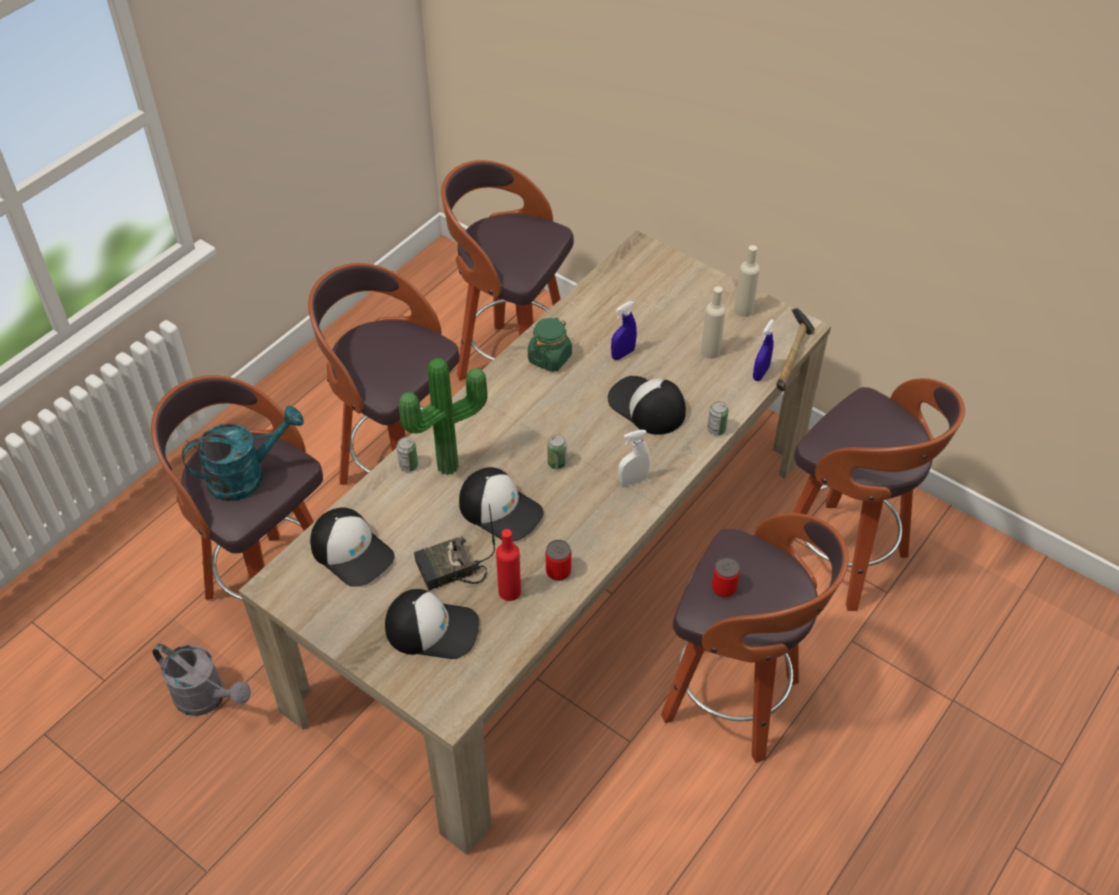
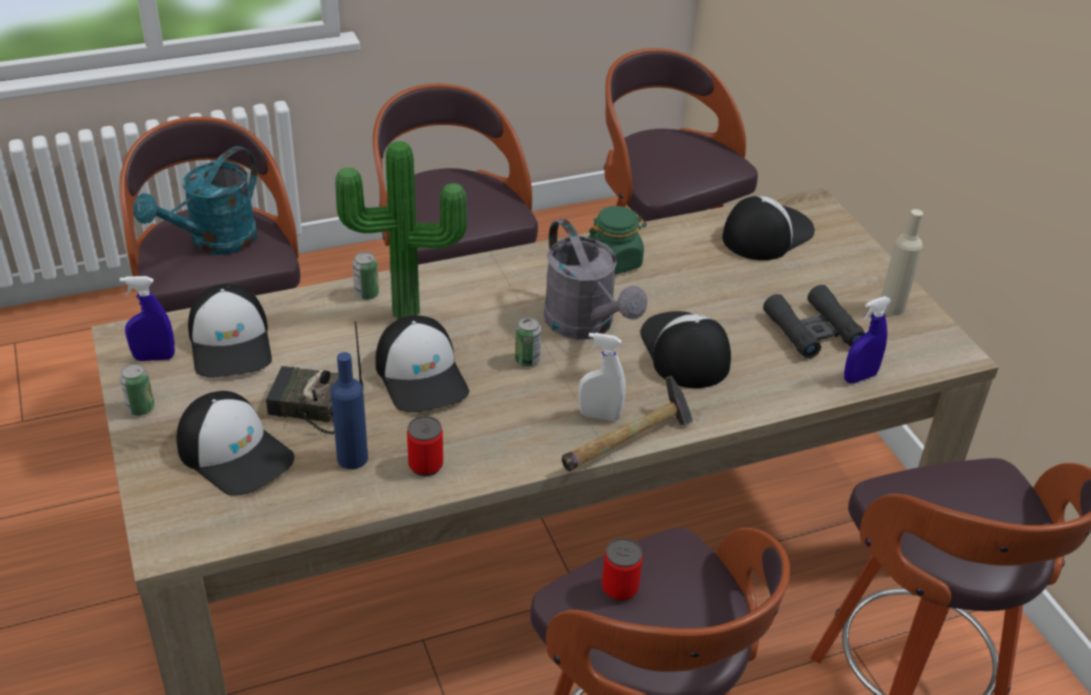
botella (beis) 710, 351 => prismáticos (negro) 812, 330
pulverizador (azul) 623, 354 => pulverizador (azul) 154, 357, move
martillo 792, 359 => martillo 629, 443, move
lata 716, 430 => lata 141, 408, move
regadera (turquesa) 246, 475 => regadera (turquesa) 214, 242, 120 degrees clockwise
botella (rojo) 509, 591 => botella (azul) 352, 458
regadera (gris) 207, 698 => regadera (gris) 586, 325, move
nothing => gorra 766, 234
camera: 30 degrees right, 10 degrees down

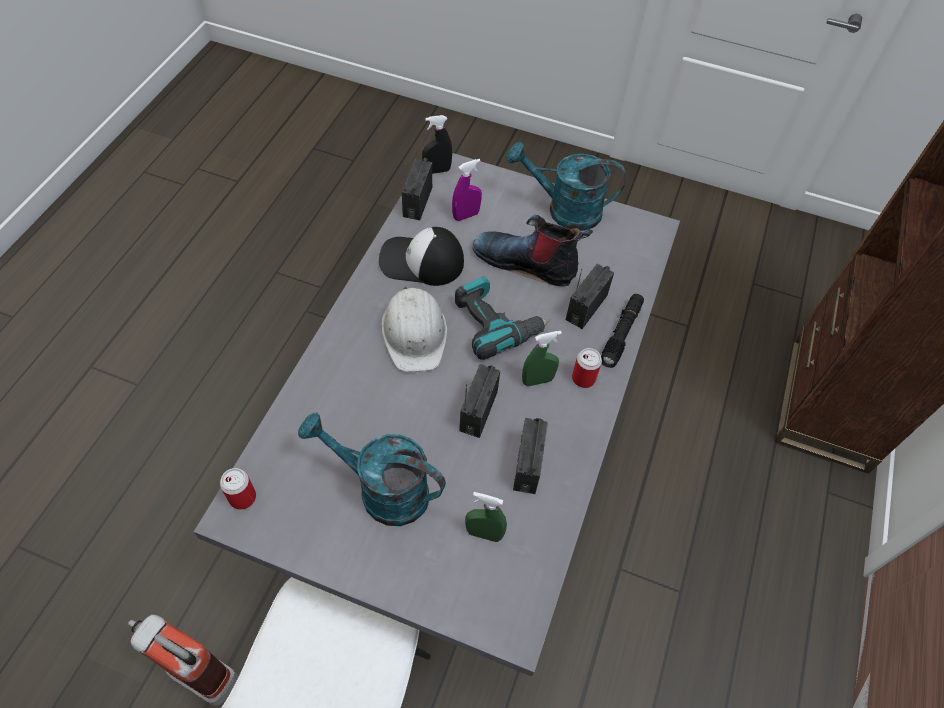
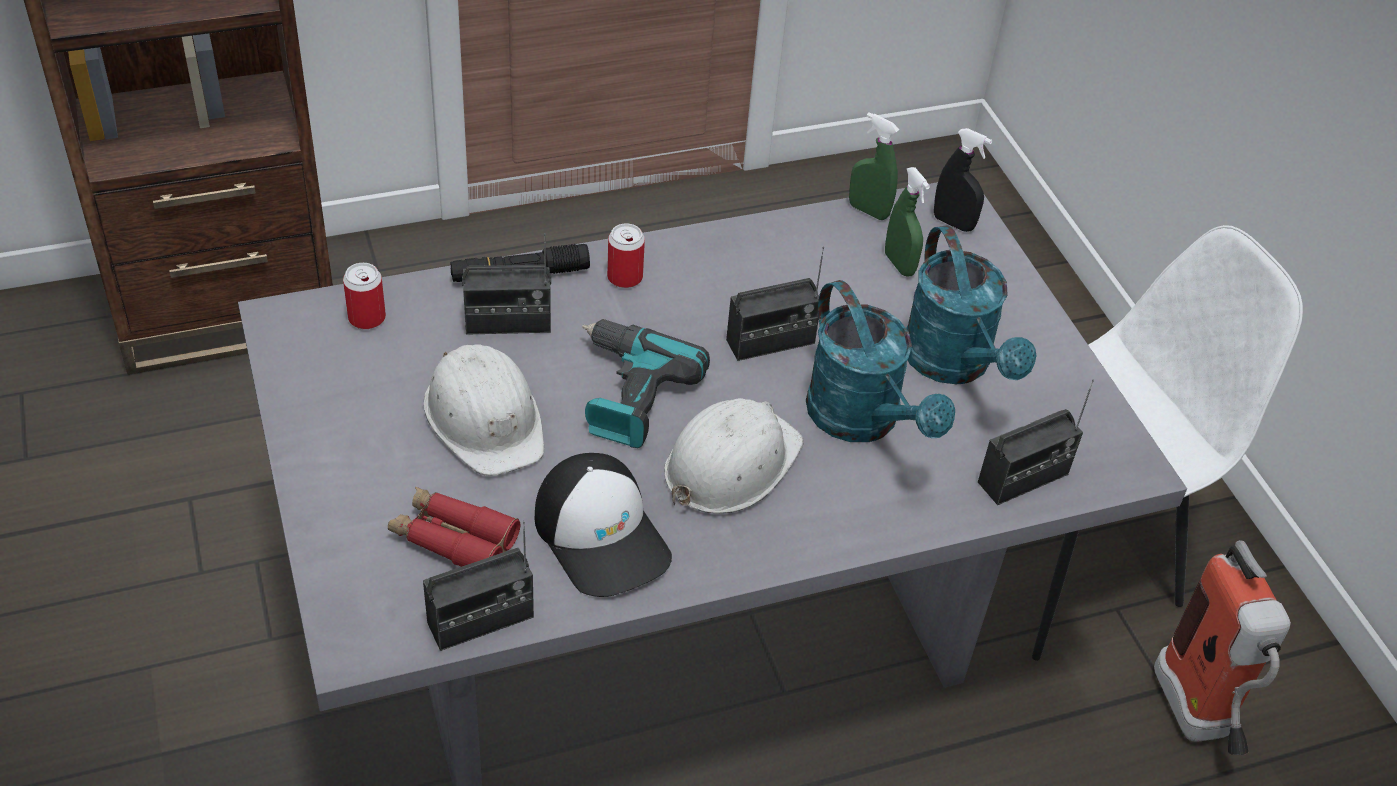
pulverizador (negro) 437, 170 => pulverizador (negro) 953, 223, move
regadera (turquesa) 564, 210 => regadera (turquesa) 863, 421, move
pulverizador (morado) 466, 215 => prismáticos (rojo) 453, 539
bota 526, 263 => casco (blanco) 485, 418
pulverizador (verde) 537, 380 => pulverizador (verde) 868, 211, move
radio 527, 465 => radio 1023, 478, move
lata 242, 497 => lata 367, 318, move
camera: 130 degrees left, 10 degrees down

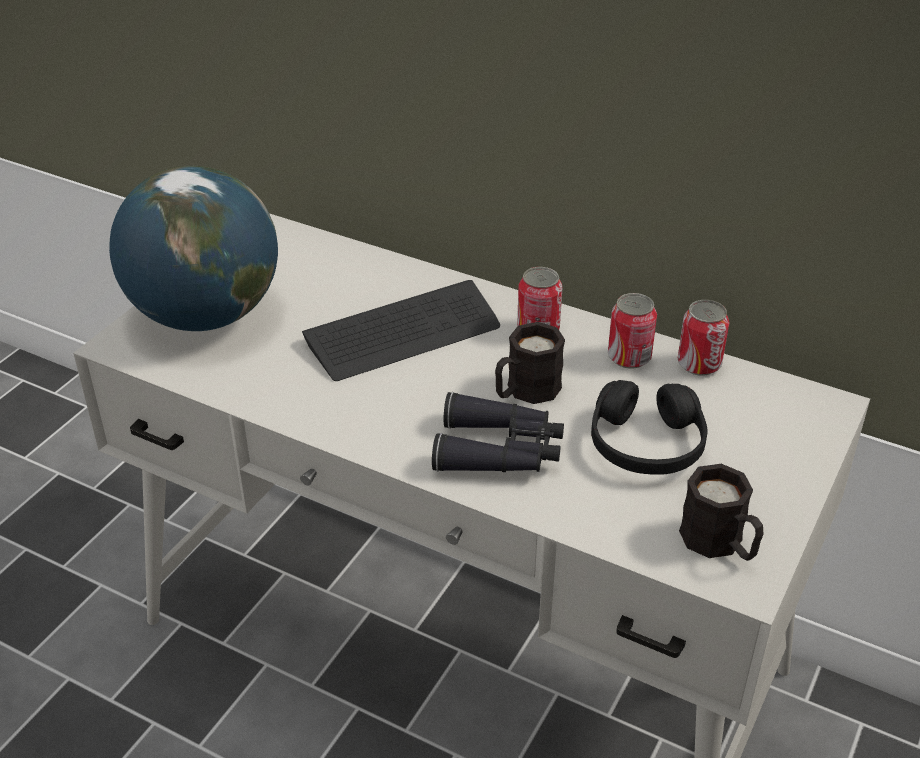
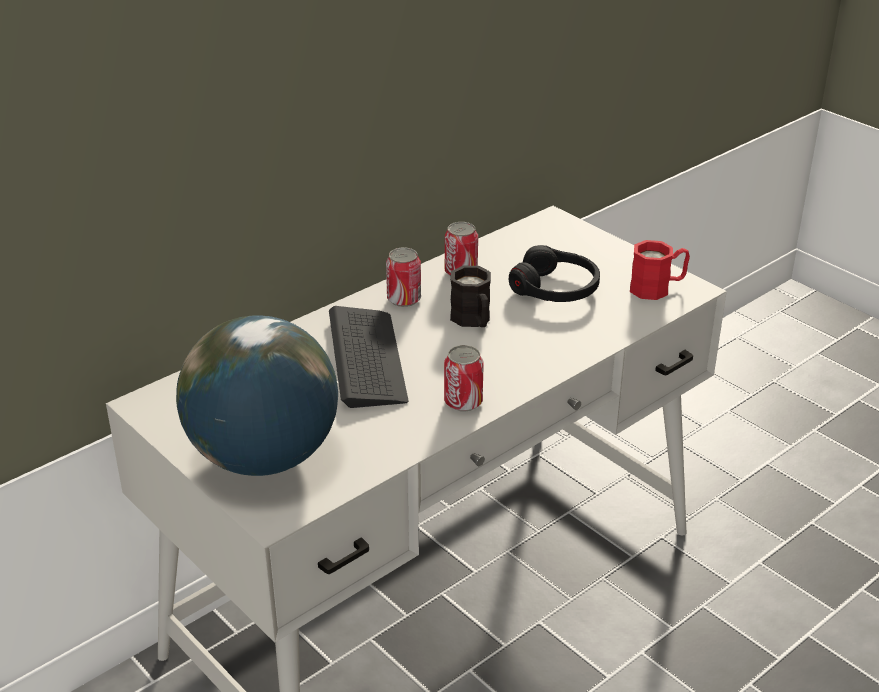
lata 699, 364 => lata 463, 402, move
prismáticos (negro) 500, 451 => nothing
taza grande (negro) 720, 544 => taza grande (rojo) 657, 288
camera: 70 degrees left, 5 degrees down

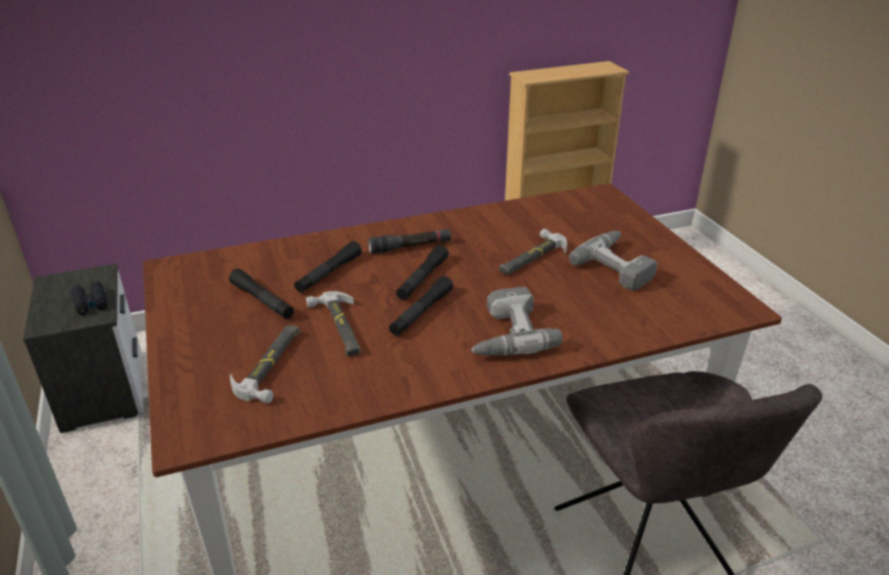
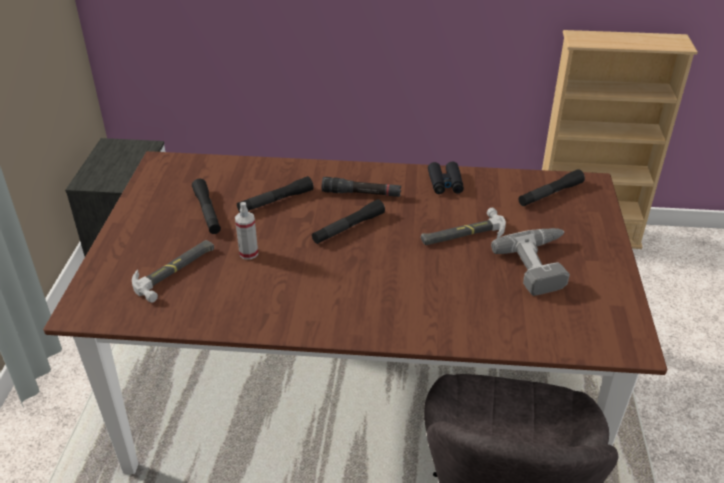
linterna (negro) 421, 312 => linterna (negro) 550, 194, move
prismáticos (negro) 91, 303 => prismáticos (negro) 445, 183, move
taladro 505, 333 => nothing
martillo 339, 327 => pulverizador 248, 253
camera: 25 degrees right, 5 degrees up

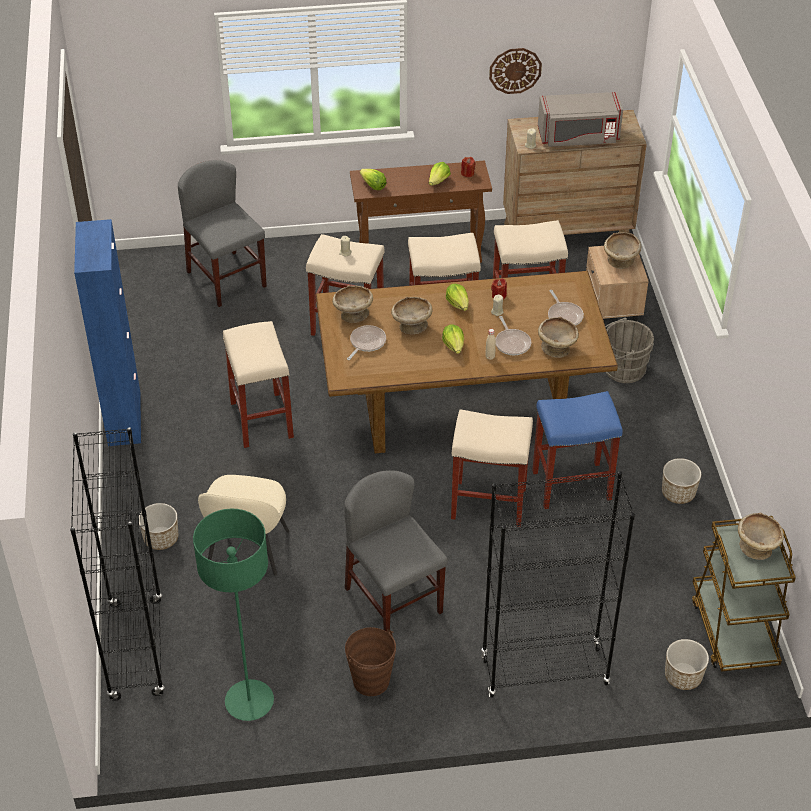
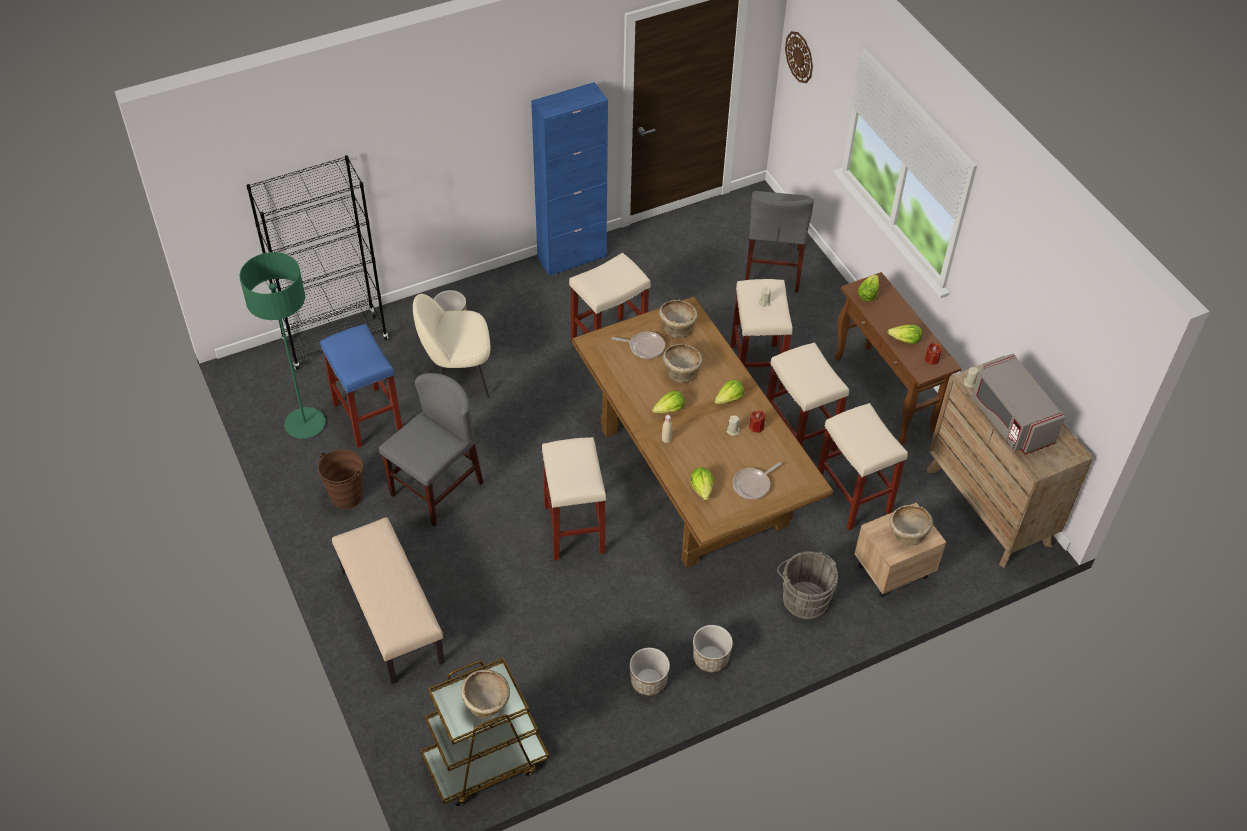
reloj de pared 515, 70 => reloj de pared 799, 57, move
silla (gris) 226, 279 => silla (gris) 772, 267, 150 degrees clockwise
sartén 512, 343 => nothing
cuenco (beis) 556, 348 => lechuga 702, 488
taburete (azul) 570, 486 => taburete (azul) 366, 416, move
estantería (negro) 544, 672 => banco (beis) 390, 616
maceta 683, 676 => maceta 710, 658, move
camera: 70 degrees right, 5 degrees up

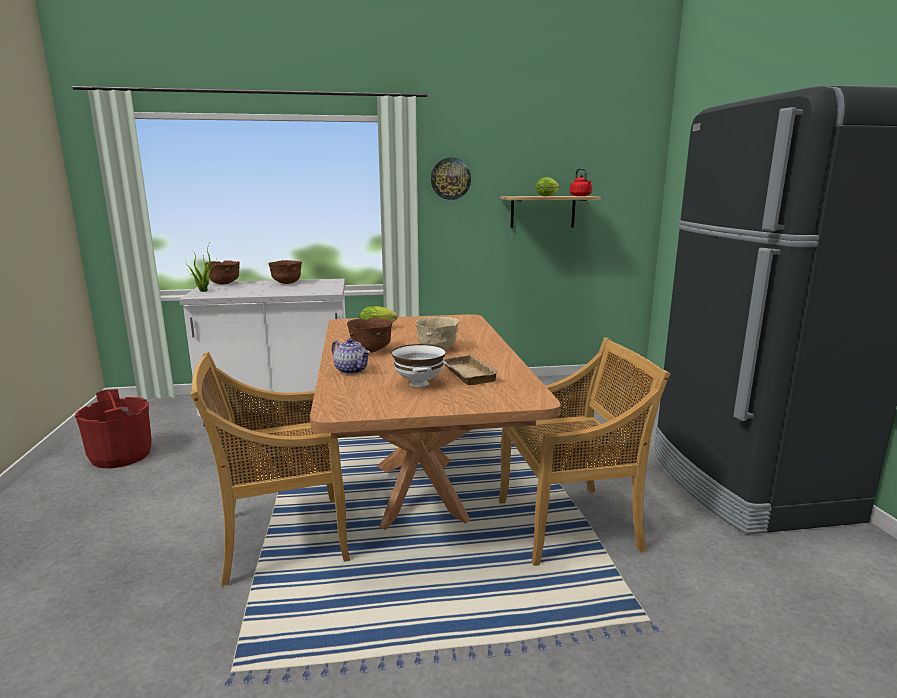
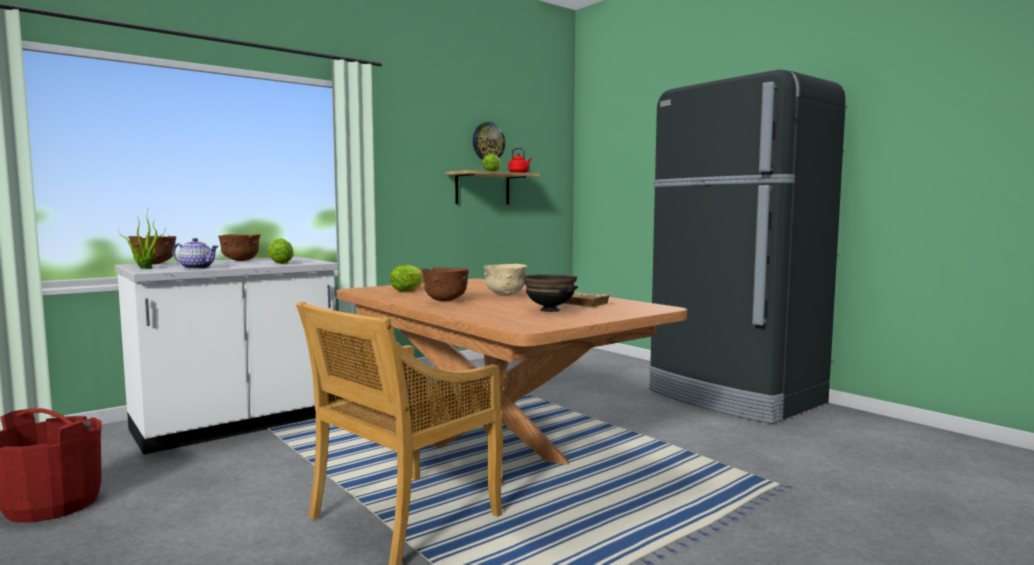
reloj de pared 450, 178 => reloj de pared 488, 141, move
silla (beis) 569, 524 => nothing
tetera 352, 370 => tetera 197, 268, move
cuenco (blanco) 419, 384 => cuenco (negro) 550, 310
nothing => lechuga 282, 263
camera: 30 degrees left, 10 degrees down

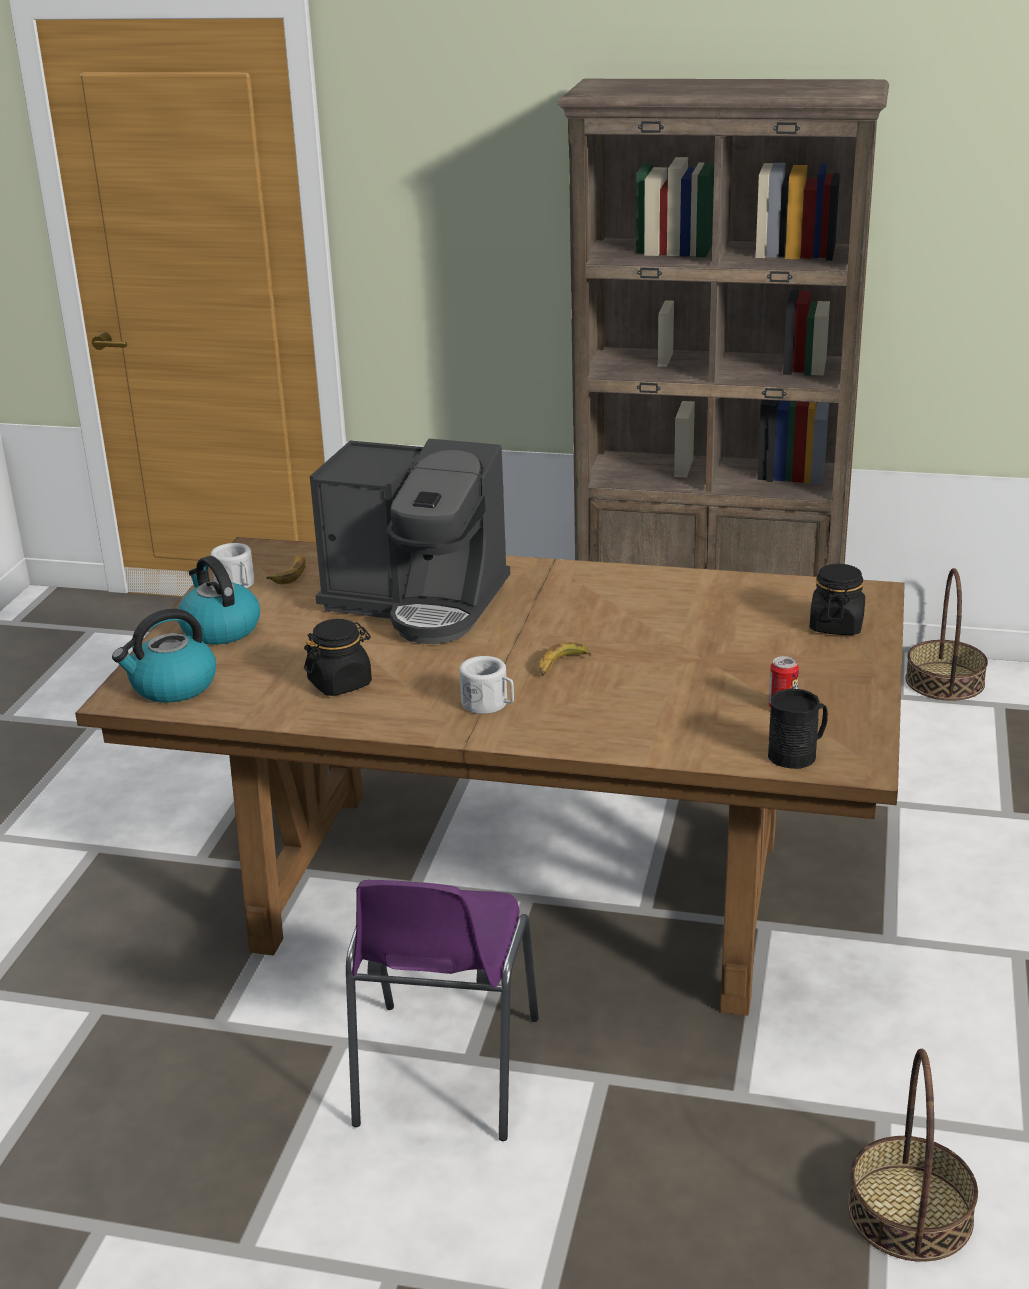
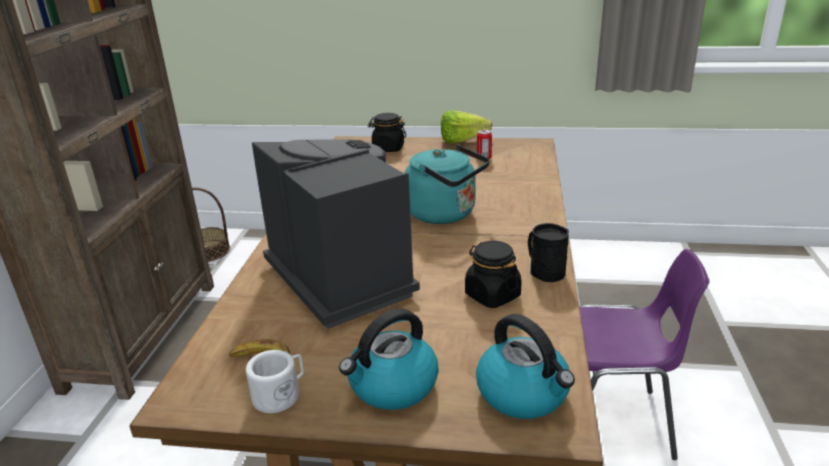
cafetera 418, 603 => cafetera 342, 277, 45 degrees counterclockwise
plátano 561, 665 => hervidor (turquesa) 445, 214
taza grande (blanco) 489, 704 => nothing
taza grande (negro) 798, 754 => taza grande (negro) 544, 270, move
cesta 909, 1212 => nothing
nothing => lechuga 466, 141
camera: 95 degrees left, 0 degrees up

